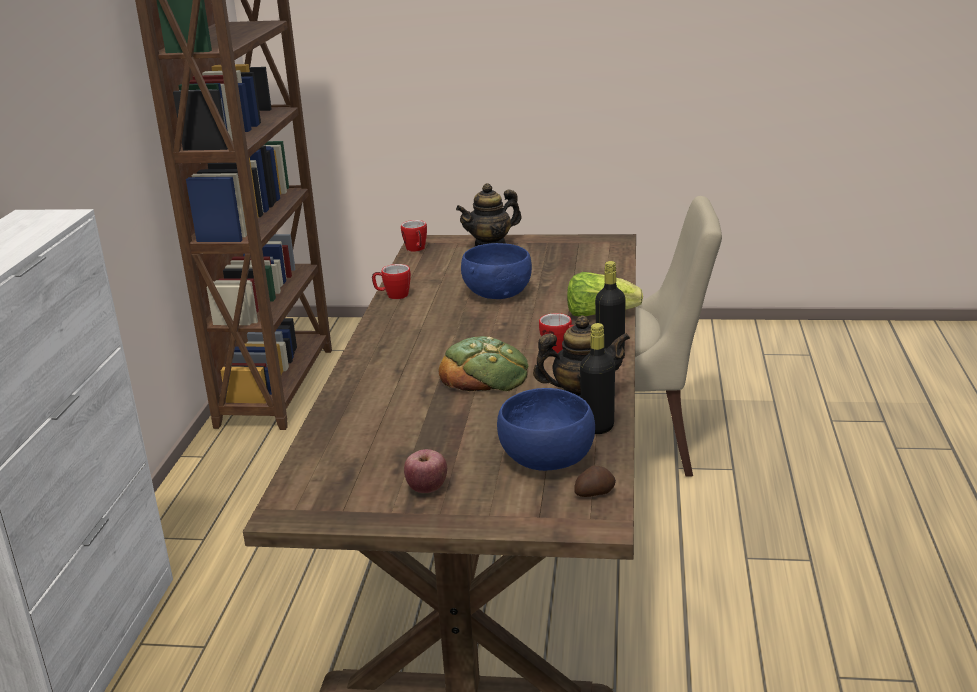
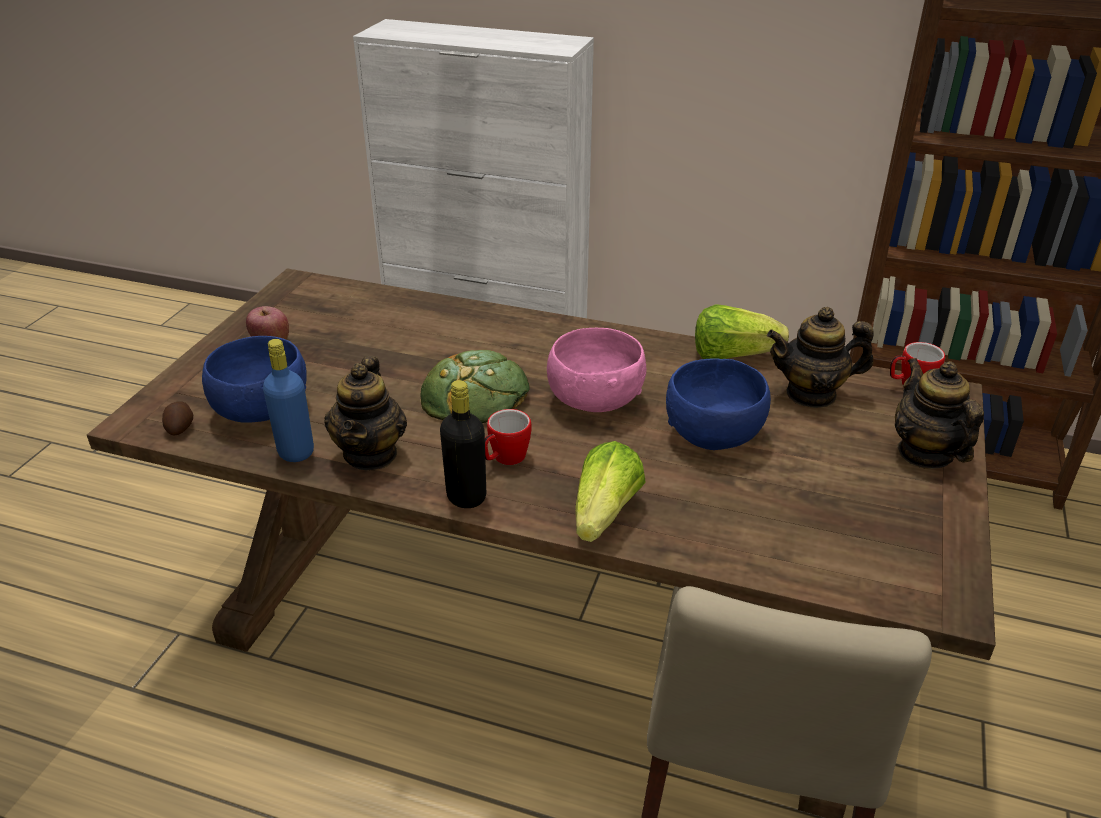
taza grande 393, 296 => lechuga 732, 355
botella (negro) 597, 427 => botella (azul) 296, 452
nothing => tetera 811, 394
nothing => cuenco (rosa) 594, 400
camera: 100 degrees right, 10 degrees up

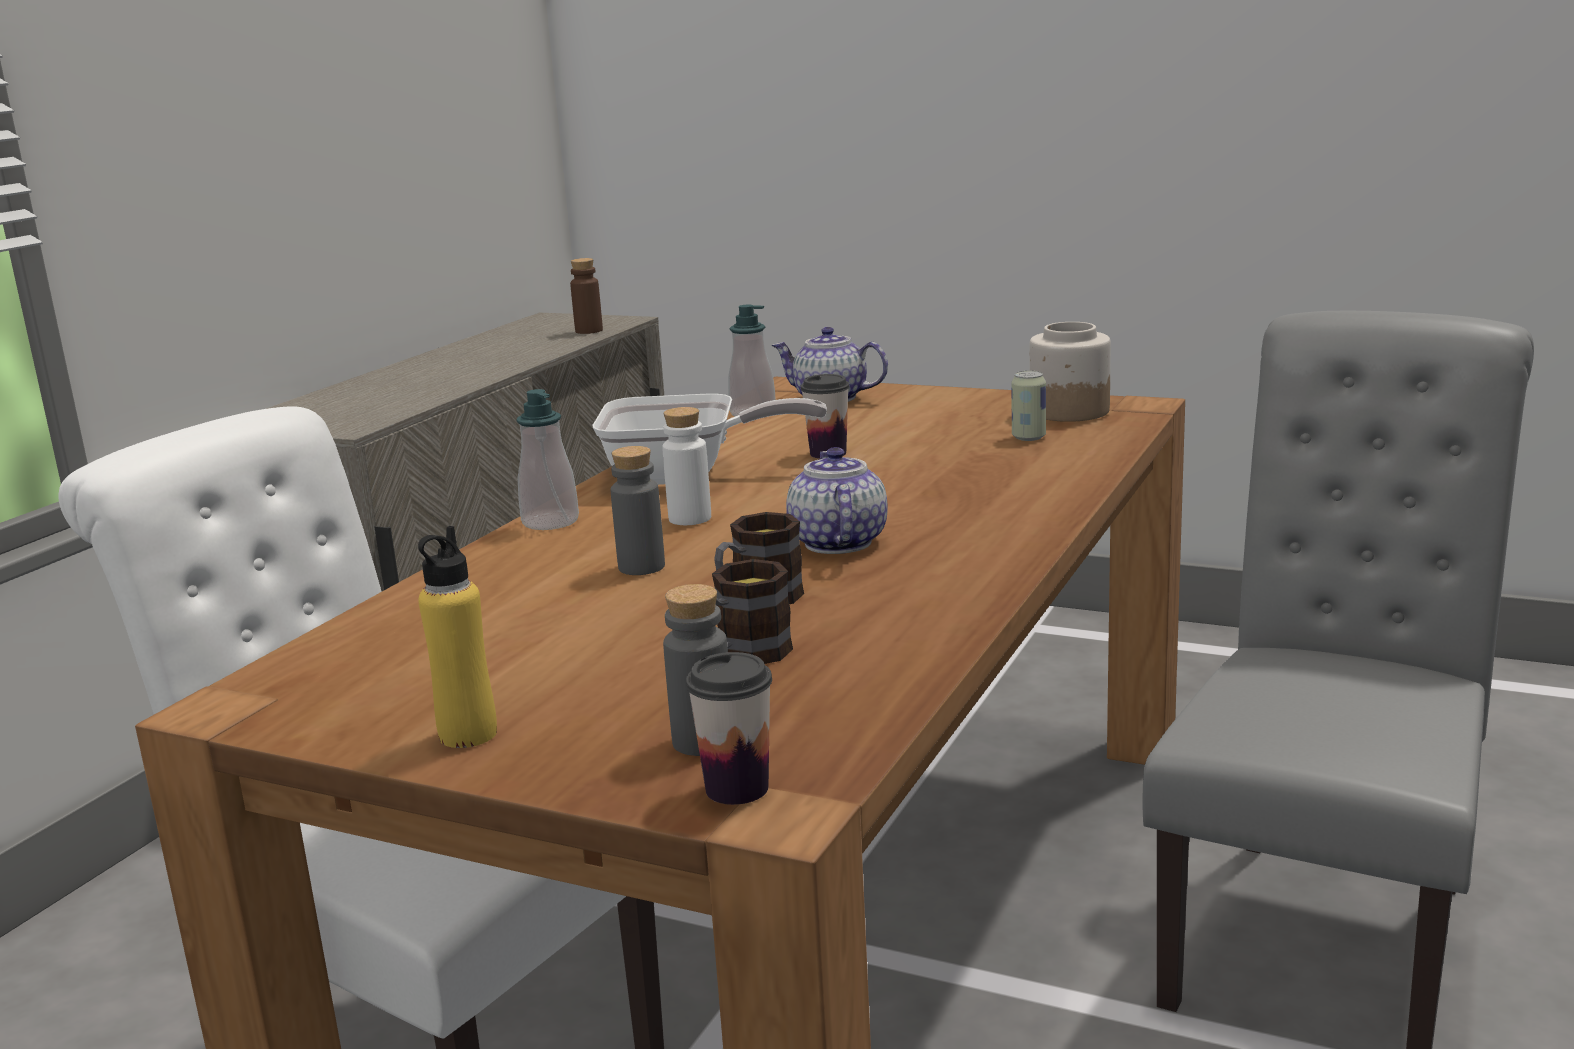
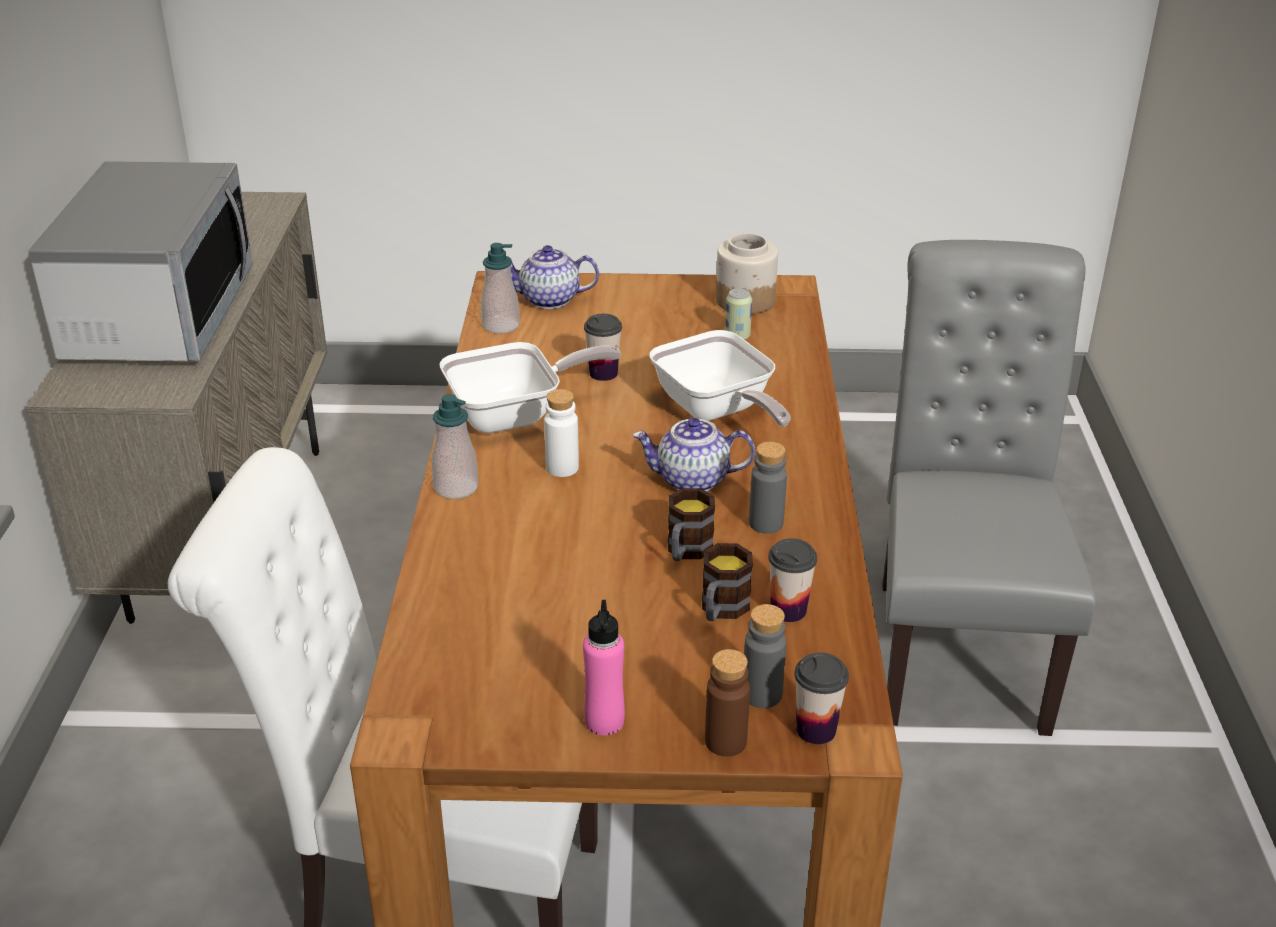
botella (marrón) 589, 331 => botella (marrón) 725, 741, move
botella (gris) 641, 567 => botella (gris) 766, 523, move
tetera 836, 542 => tetera 692, 480, 60 degrees counterclockwise
botella (amarillo) 467, 734 => botella (rosa) 604, 721
nothing => microondas 159, 316
nothing => sartén 716, 412
nothing => taza 788, 610
camera: 25 degrees left, 15 degrees up

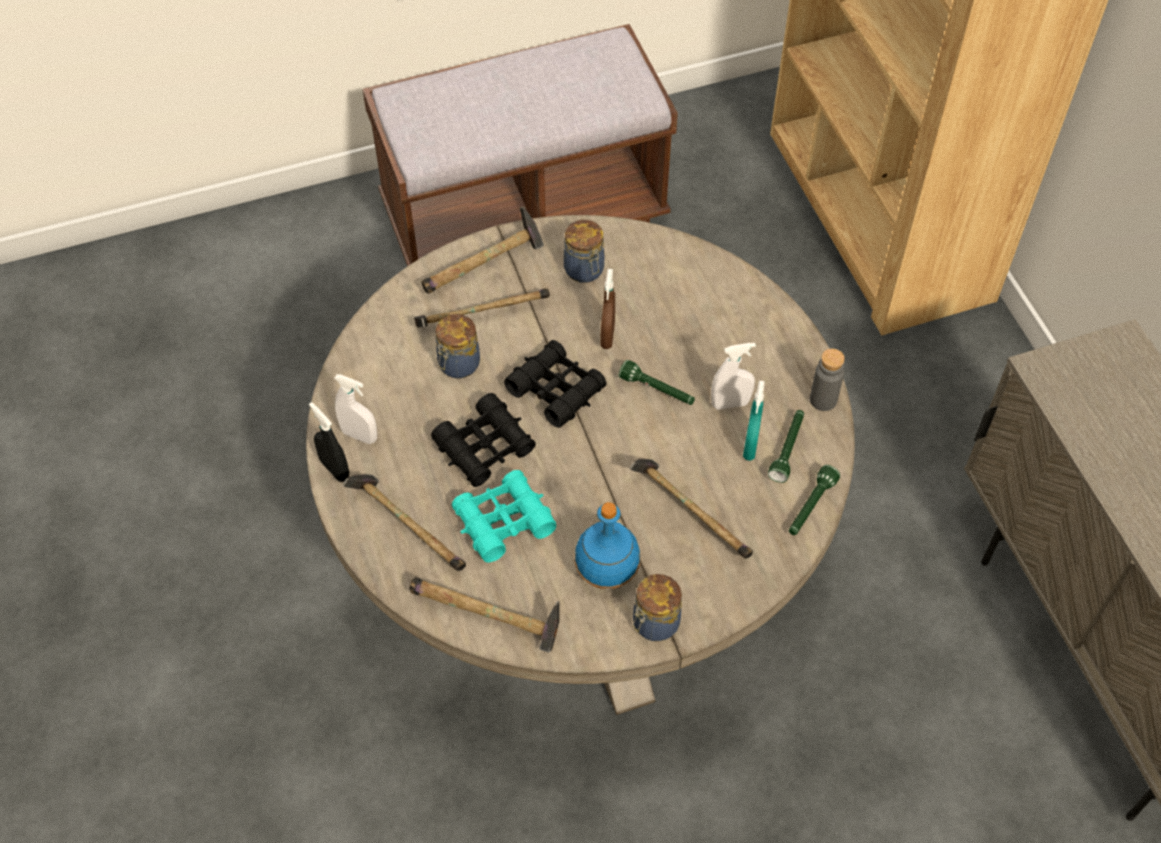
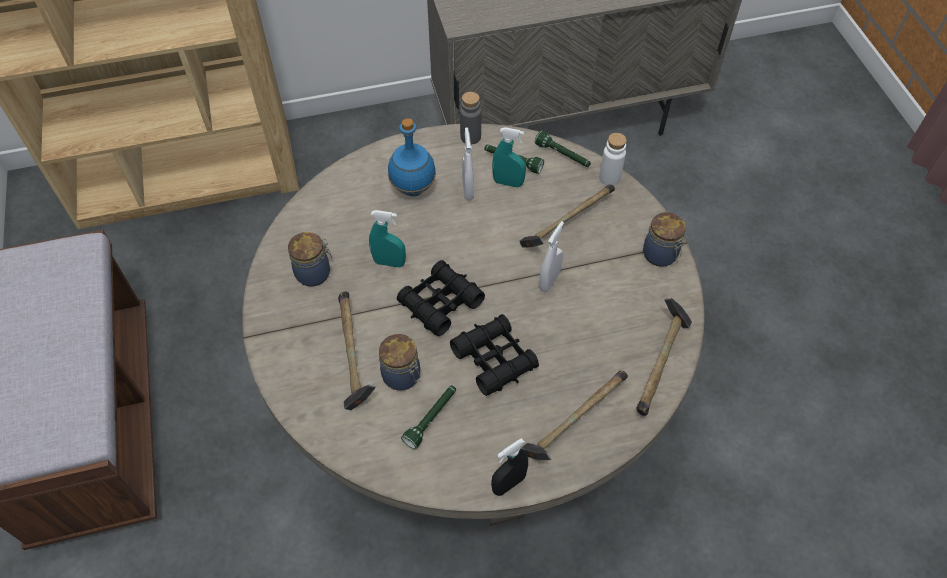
martillo 486, 266 => nothing
pulverizador (marrón) 607, 336 => pulverizador (turquesa) 389, 262
linterna (verde) 657, 390 => linterna (verde) 431, 418, move
pulverizador (blanco) 359, 435 => pulverizador (blanco) 549, 281, move
prismáticos (turquesa) 503, 522 => nothing
botella (azul) 606, 574 => botella (azul) 414, 189, move
nothing => botella (blanco) 609, 177
camera: 85 degrees left, 0 degrees up

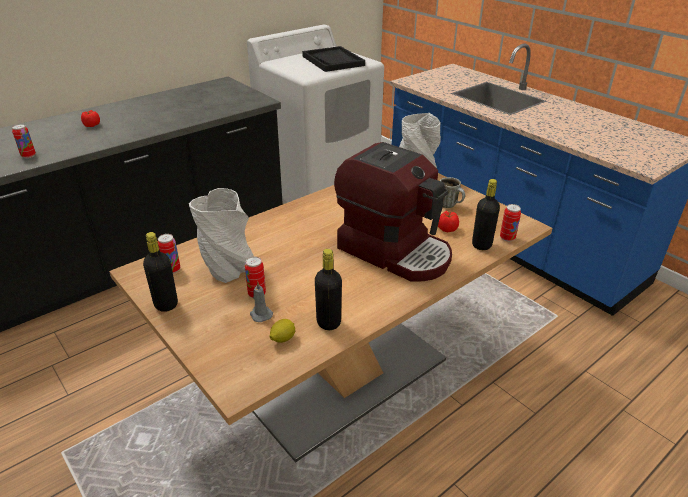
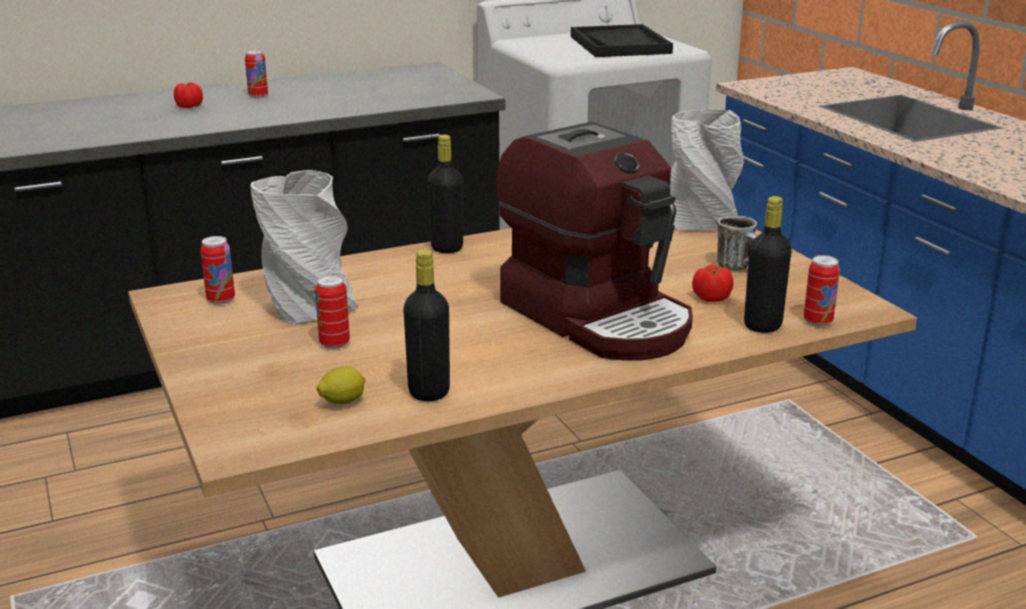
lata 28, 156 => lata 258, 96, move
botella (negro) 166, 304 => botella (negro) 447, 248, move
vela (gris) 260, 314 => nothing
camera: 15 degrees right, 10 degrees down

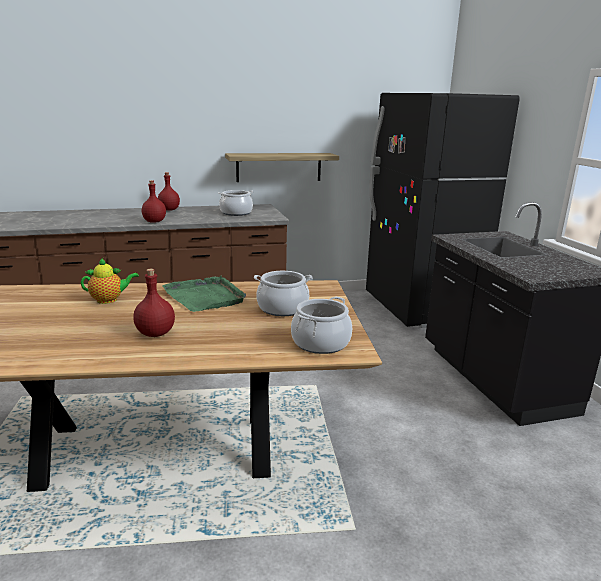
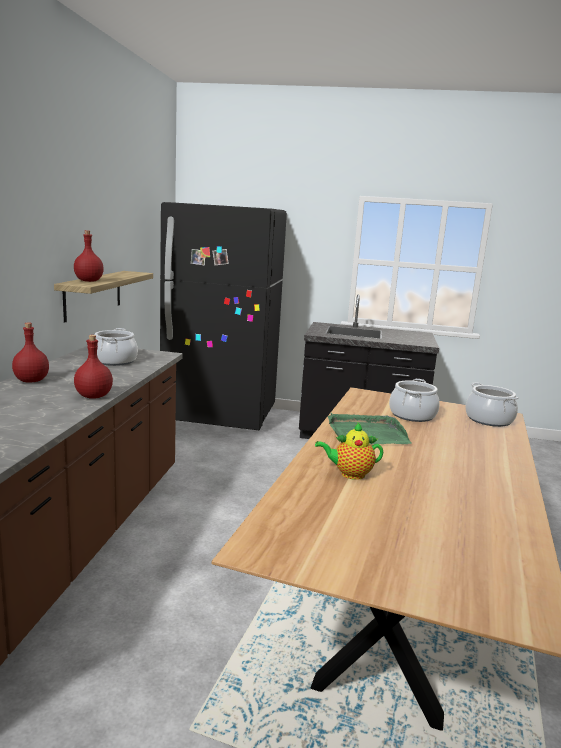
tetera 109, 300 => tetera 350, 474, 105 degrees counterclockwise
botella (rojo) 155, 333 => botella (rojo) 88, 281, move
camera: 65 degrees left, 5 degrees down

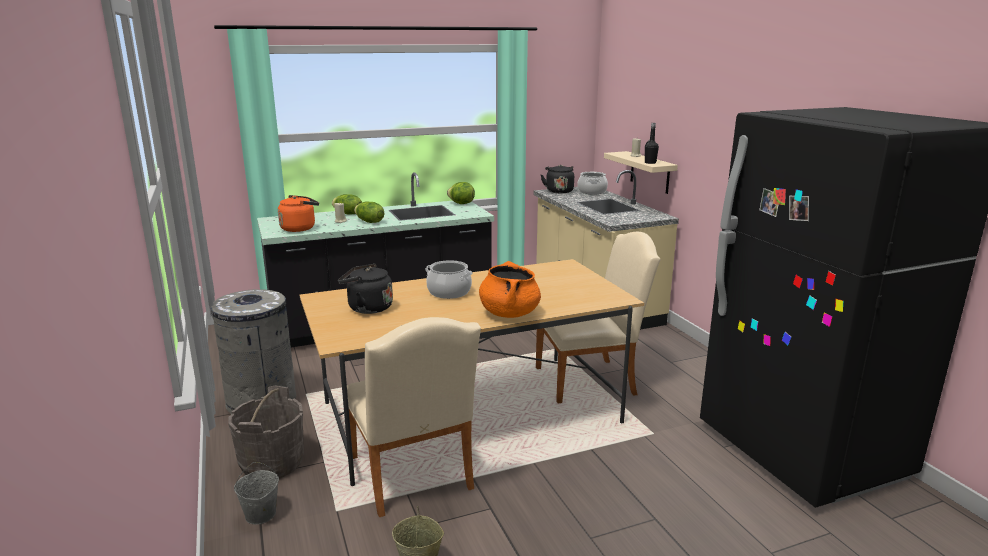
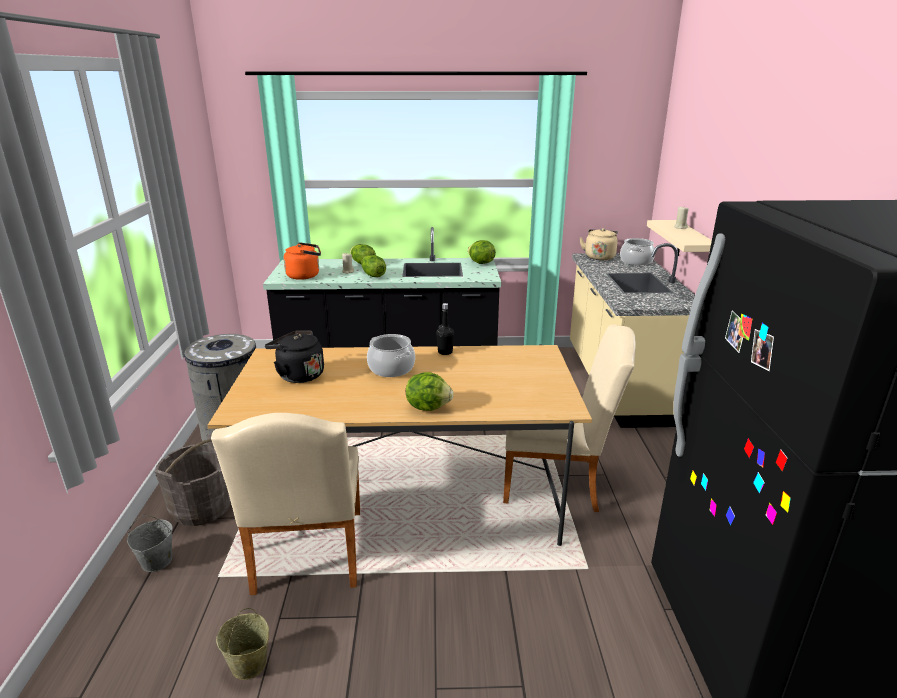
botella (negro) 650, 163 => botella (negro) 445, 352, move
hervidor (negro) 559, 191 => hervidor (beis) 599, 257
olla (naranja) 509, 313 => lechuga 428, 407
camera: 20 degrees right, 5 degrees up

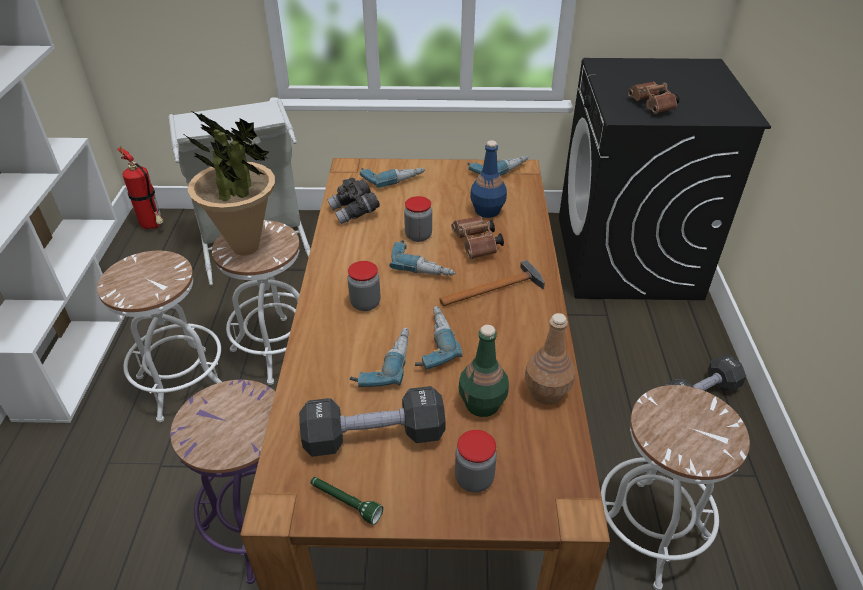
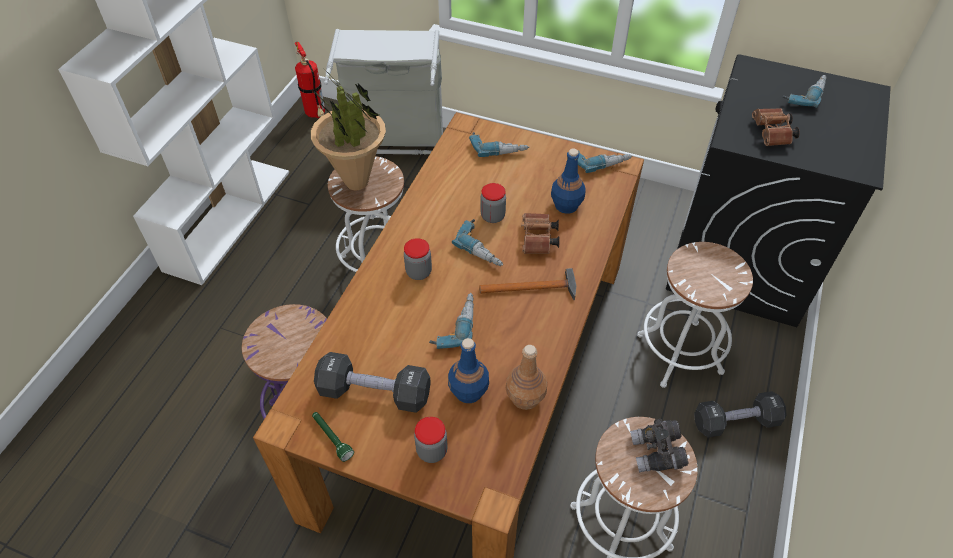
prismáticos (gris) 354, 212 => prismáticos (gris) 657, 453, move
taburete (blanco) 182, 383 => taburete (blanco) 679, 353, move
botella (verde) 482, 404 => botella (azul) 469, 391
taladro 383, 362 => taladro 803, 94, move
camera: 20 degrees right, 10 degrees up

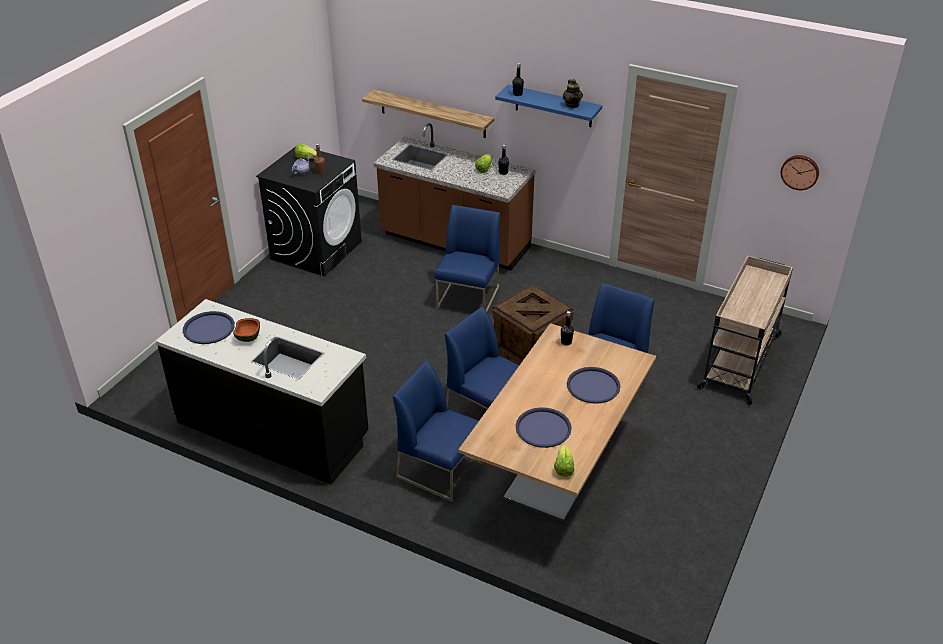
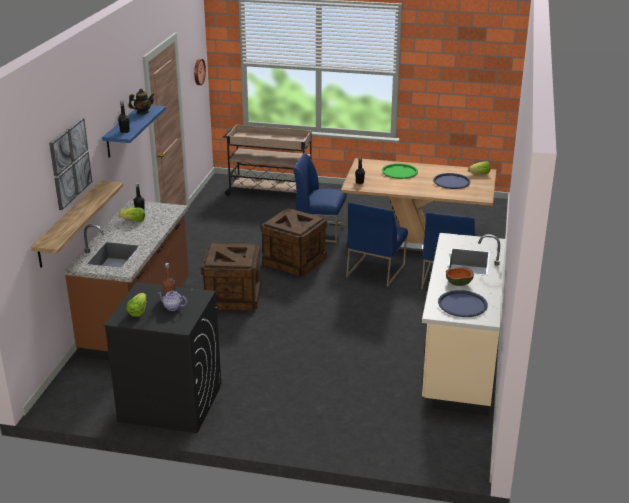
silla (azul) 468, 298 => caja de embalaje 232, 297
mueble bajo de cocina (negro) 273, 429 => mueble bajo de cocina (beis) 459, 359
bandeja (azul) 593, 386 => bandeja (verde) 399, 172
nothing => cuadro 70, 163
camera: 105 degrees left, 10 degrees down

